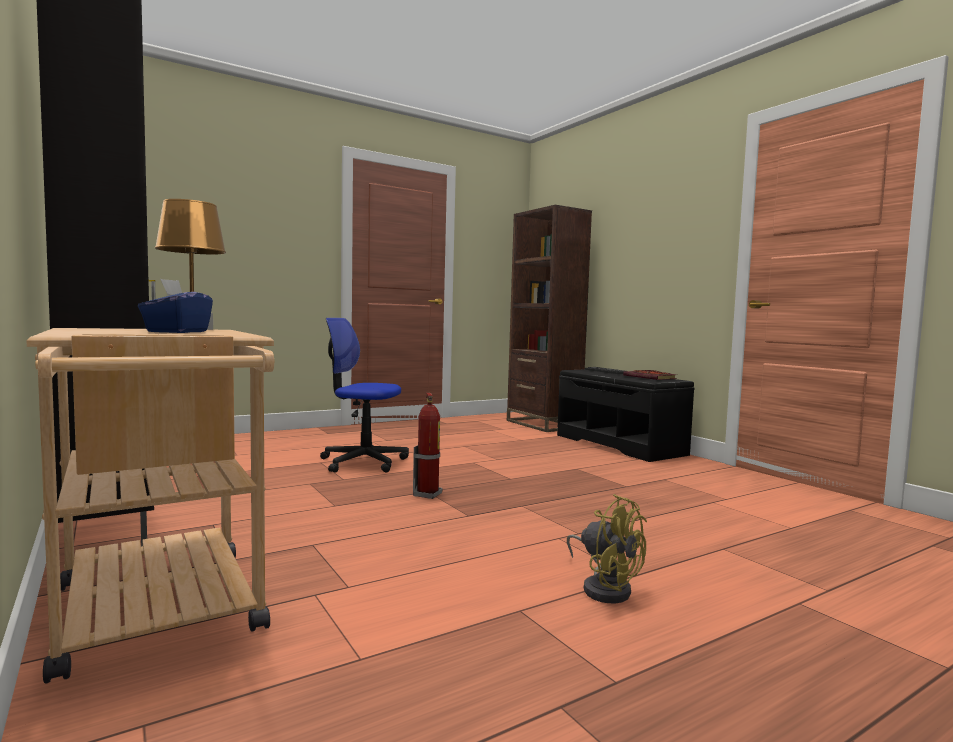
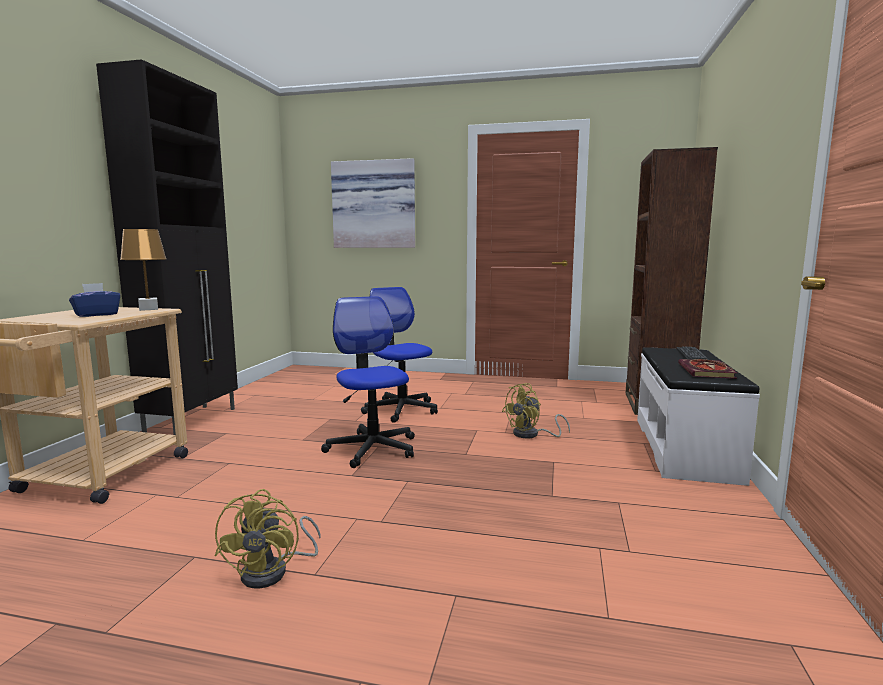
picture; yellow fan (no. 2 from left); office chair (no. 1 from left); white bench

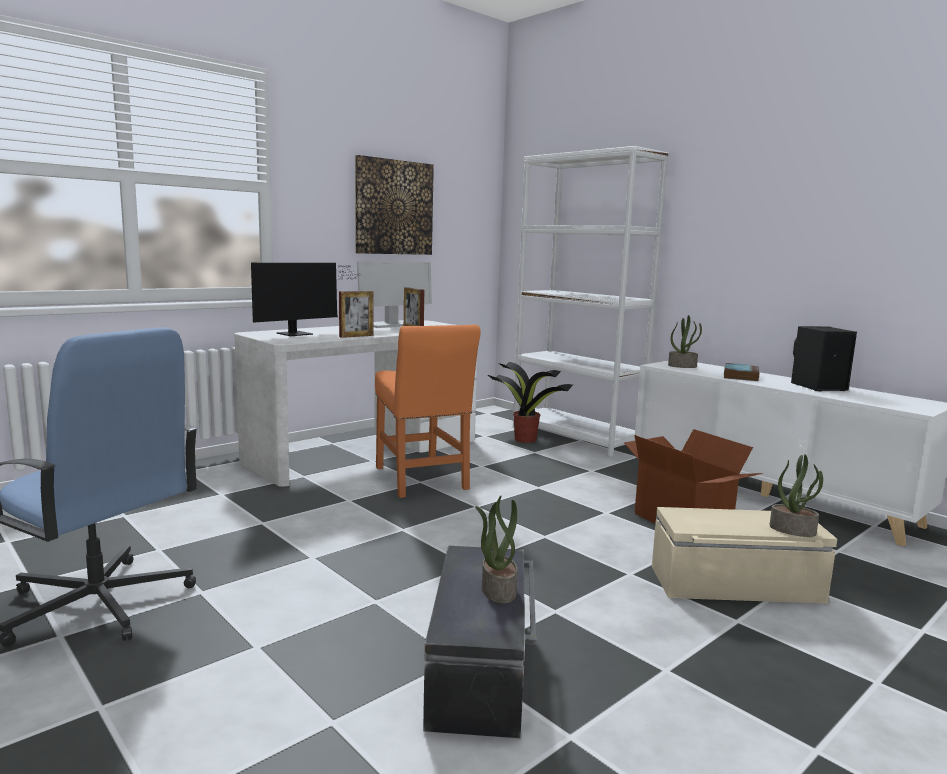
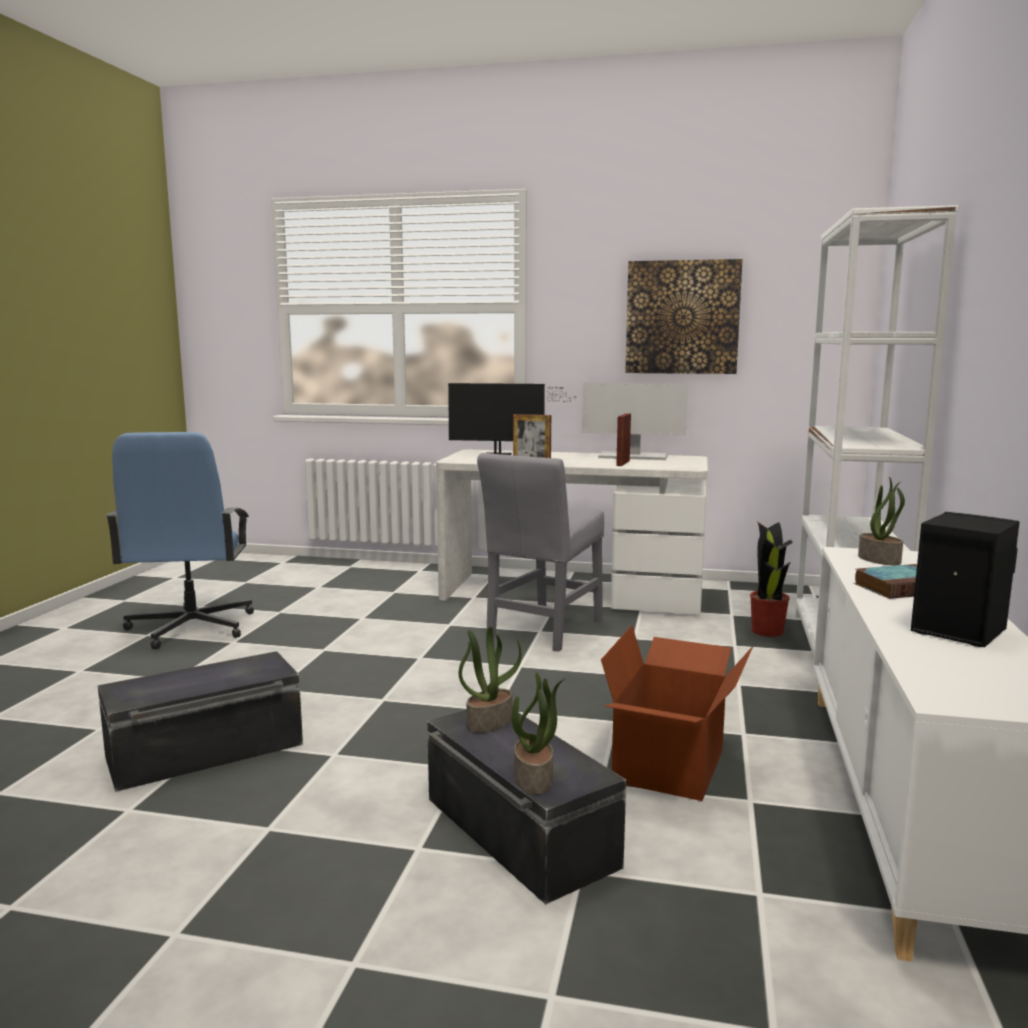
potted plant (no. 1 from left); grey chair; black storage box (no. 2 from left)

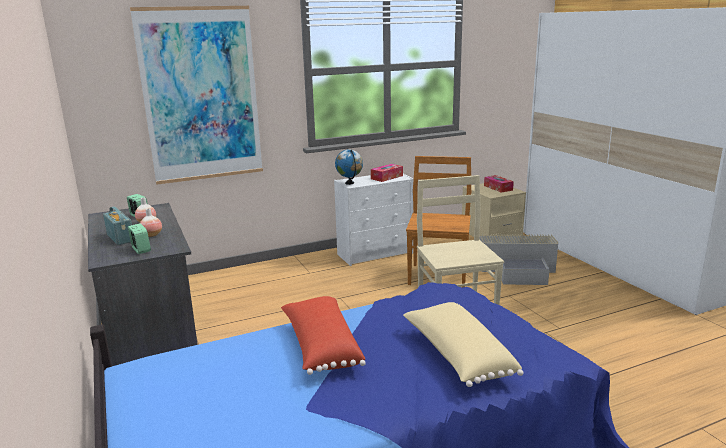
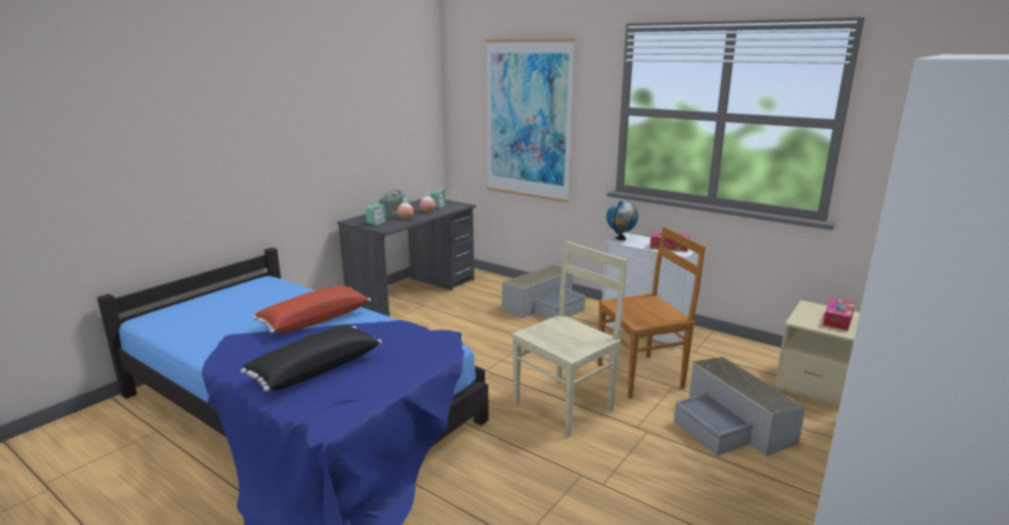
grey storage box (no. 1 from left); black pillow

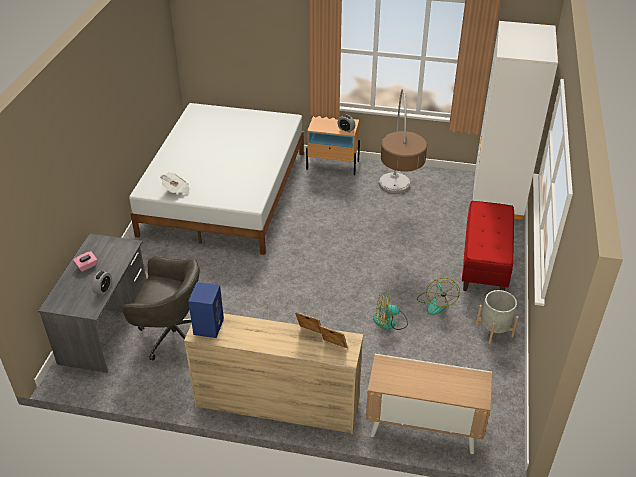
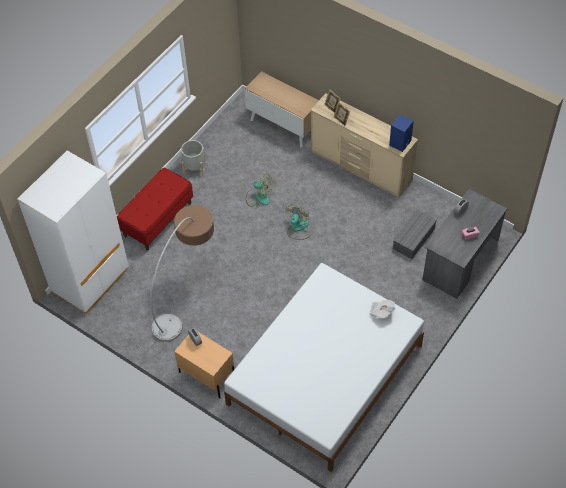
fan (no. 2 from left); grey storage box

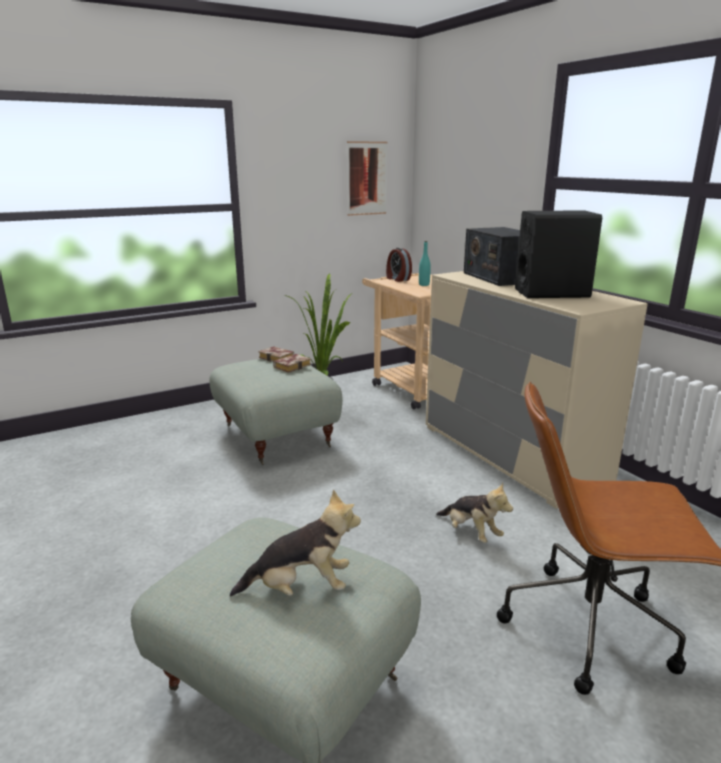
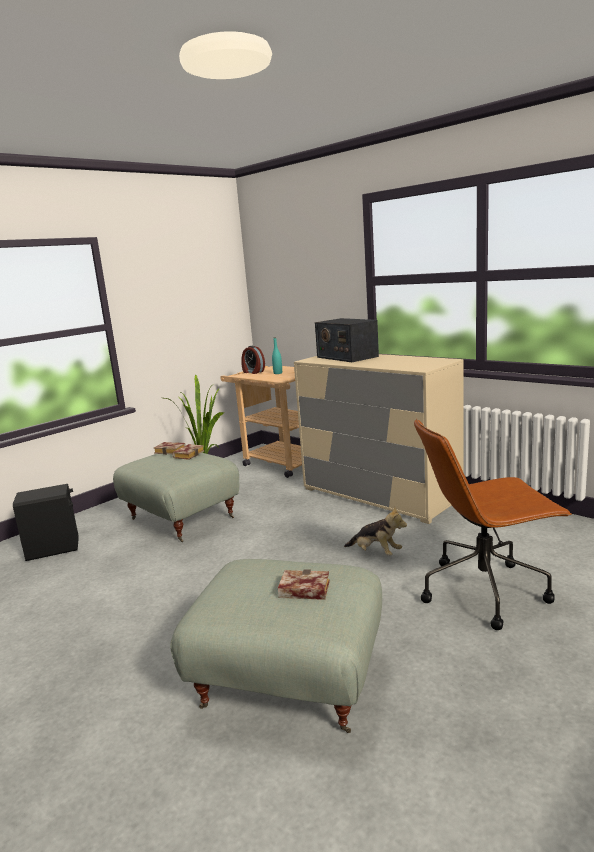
picture; black speaker; book (no. 3 from left)

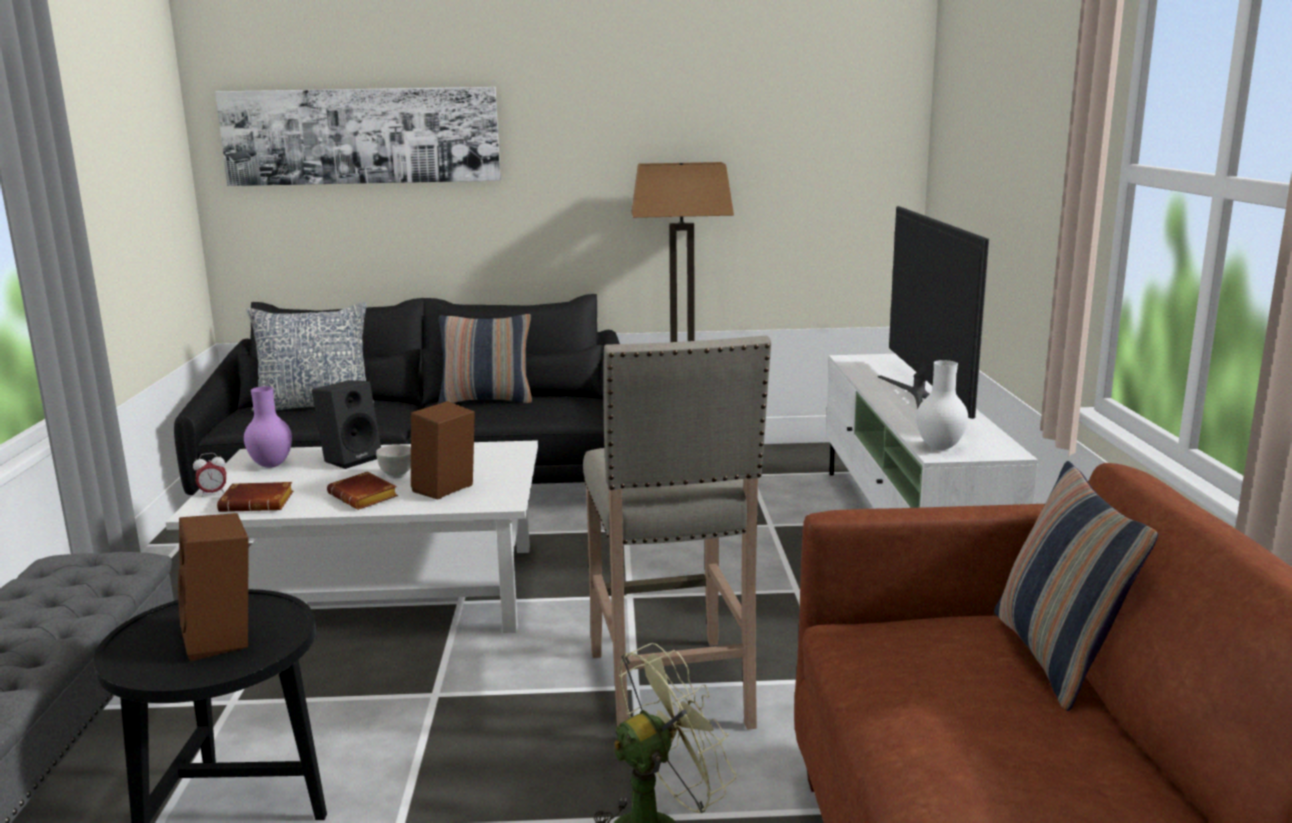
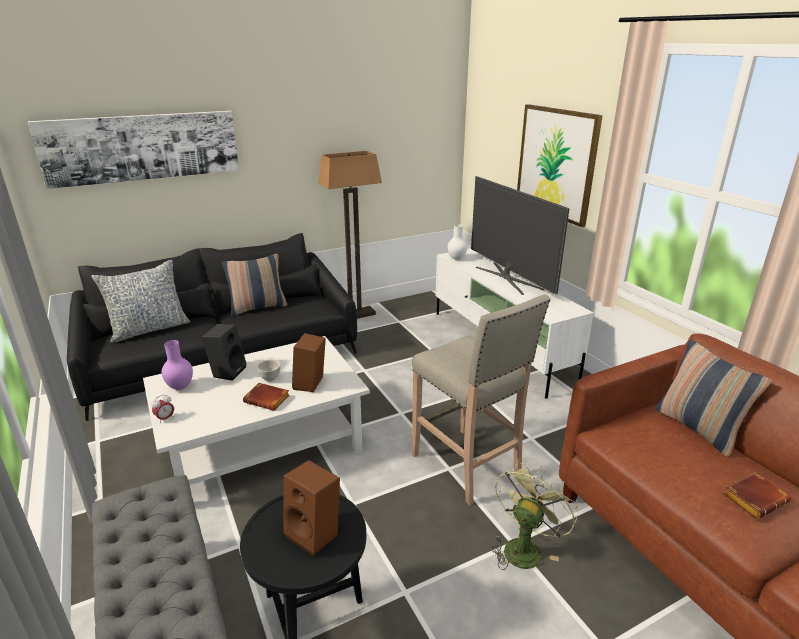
picture (no. 2 from left); brown book (no. 2 from left); white vase

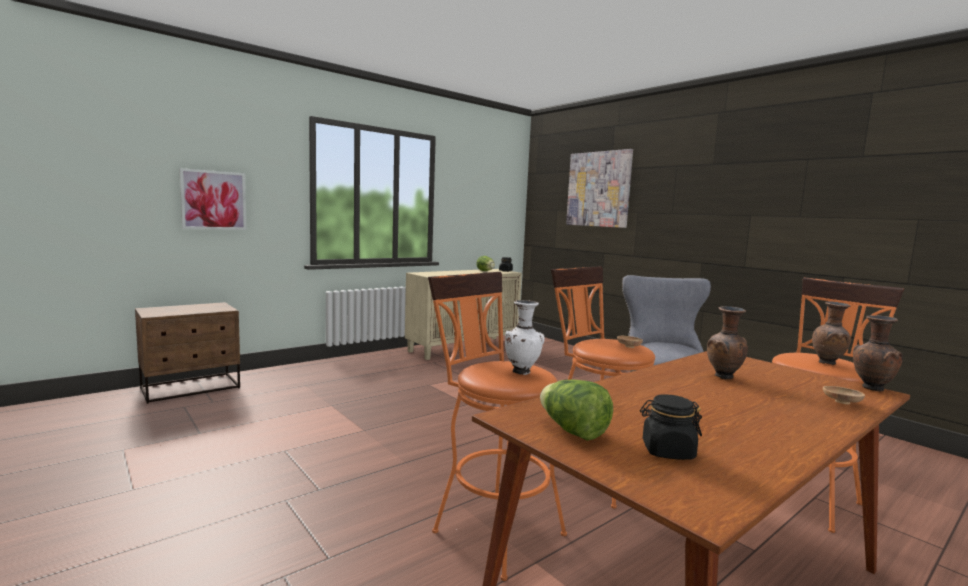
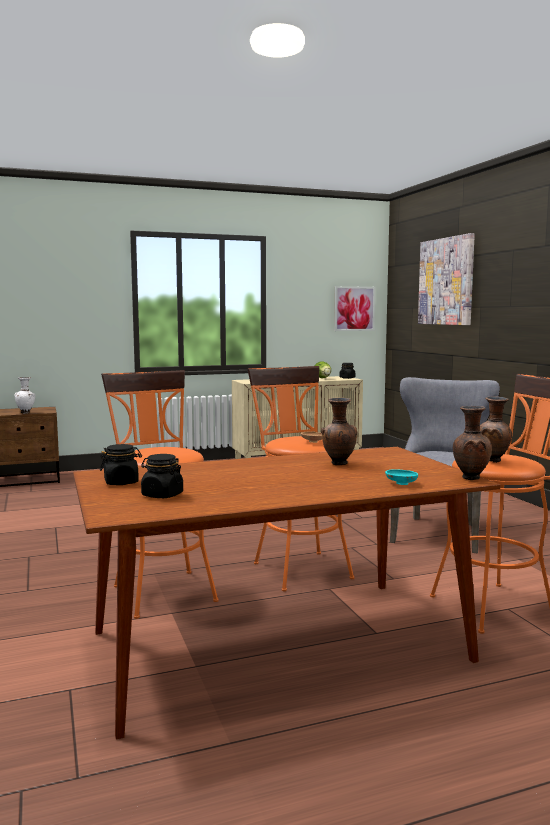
picture (no. 1 from left); white vase; black jar (no. 1 from left); turquoise bowl

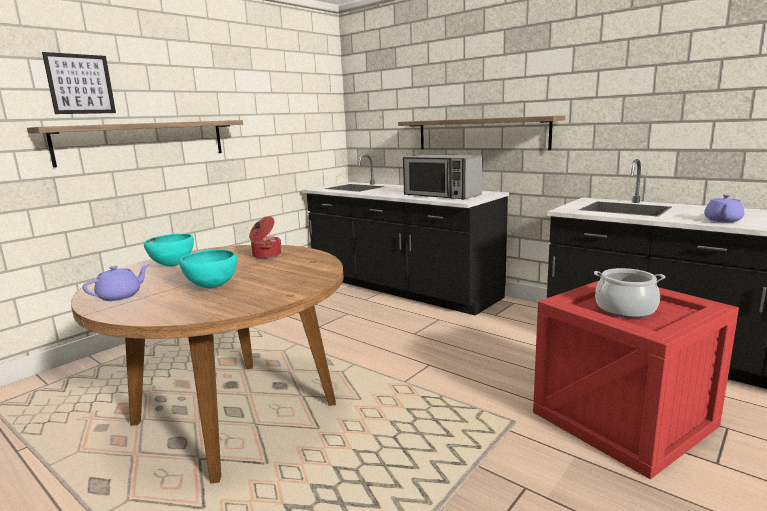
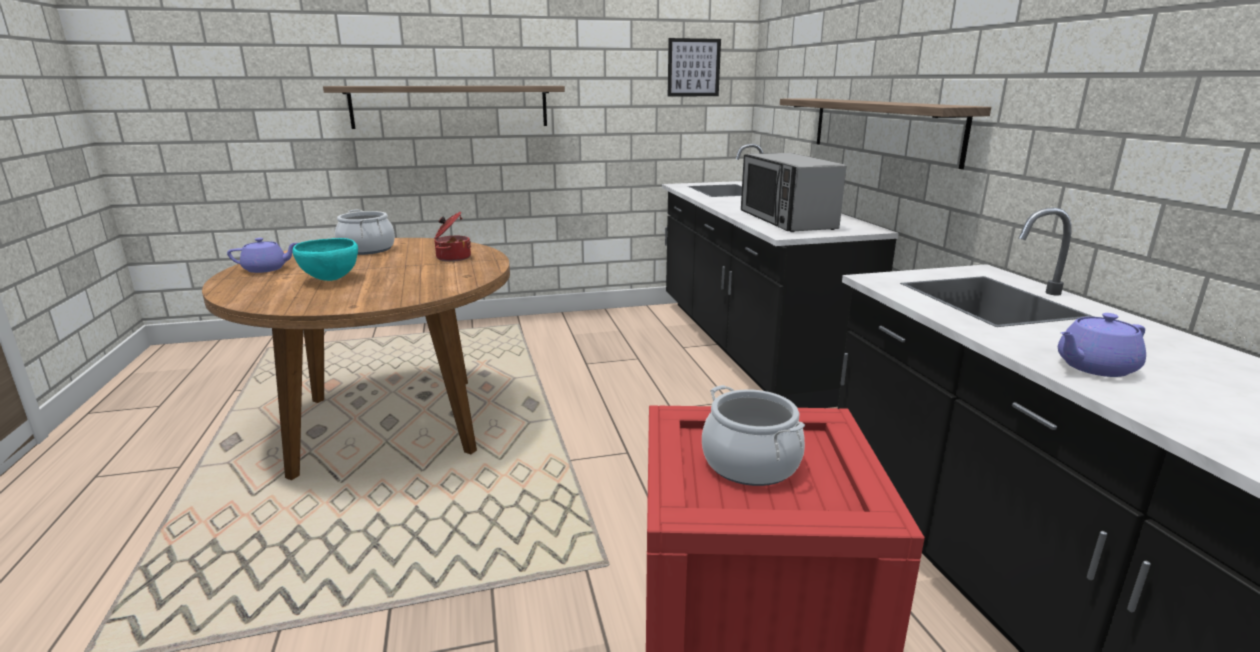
picture; cooking pot (no. 1 from left)

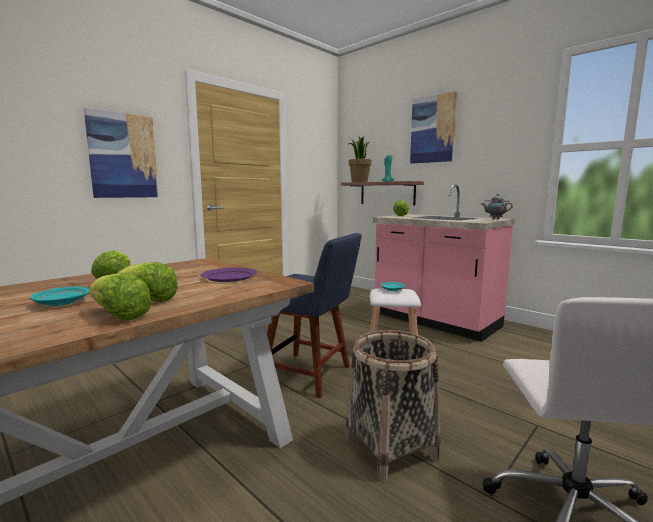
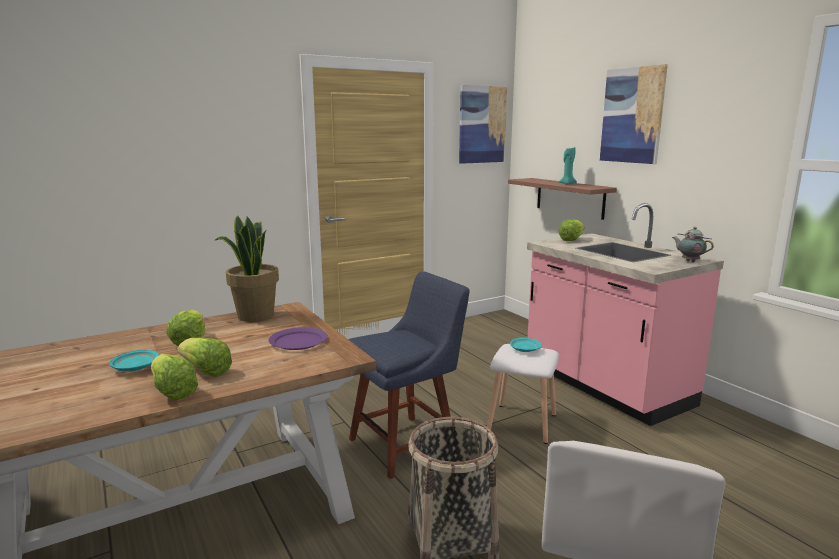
picture (no. 1 from left); potted plant; blue chair

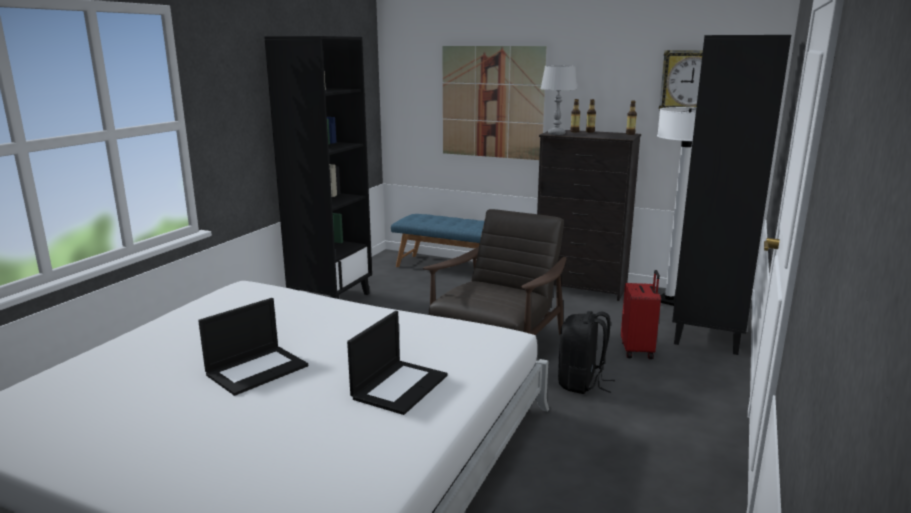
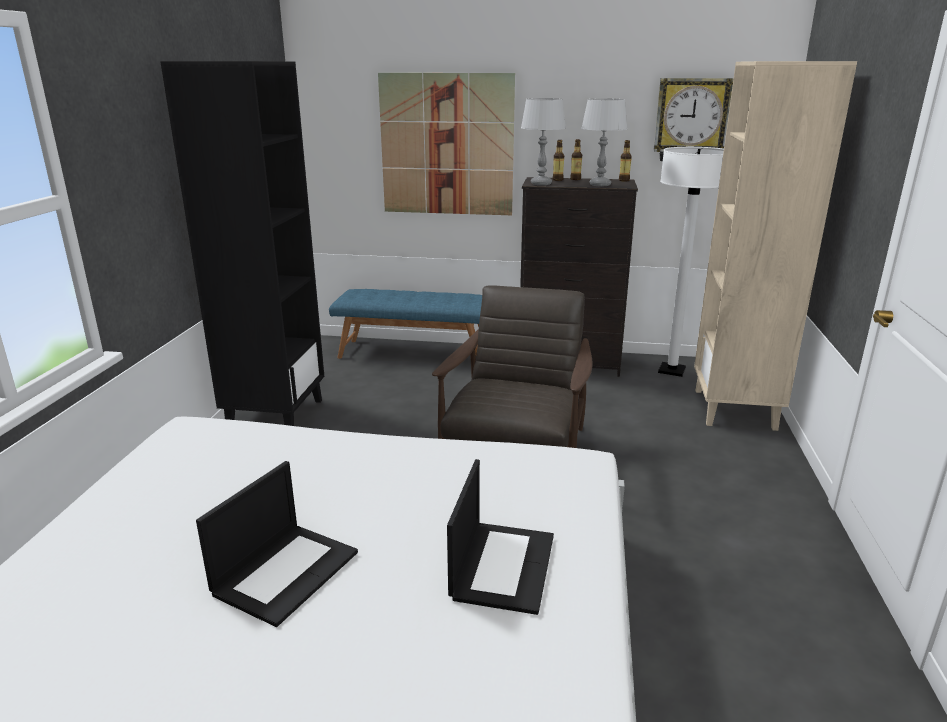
black backpack; red suitcase; grey table lamp (no. 2 from left); beige bookcase

